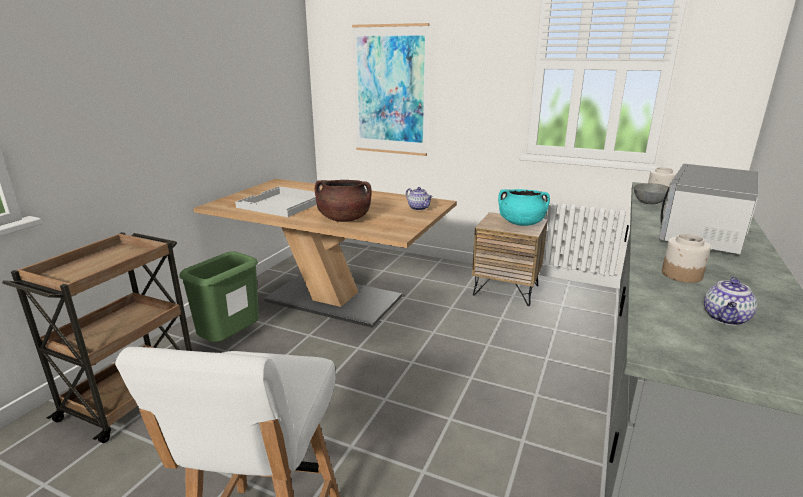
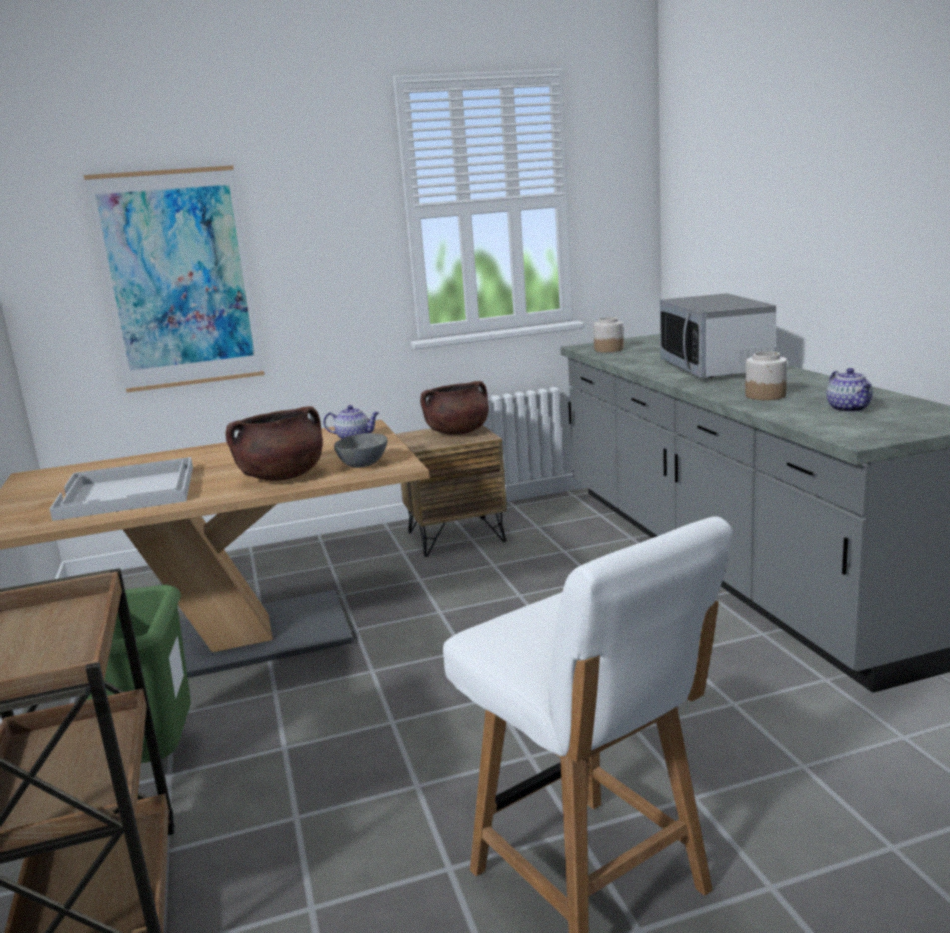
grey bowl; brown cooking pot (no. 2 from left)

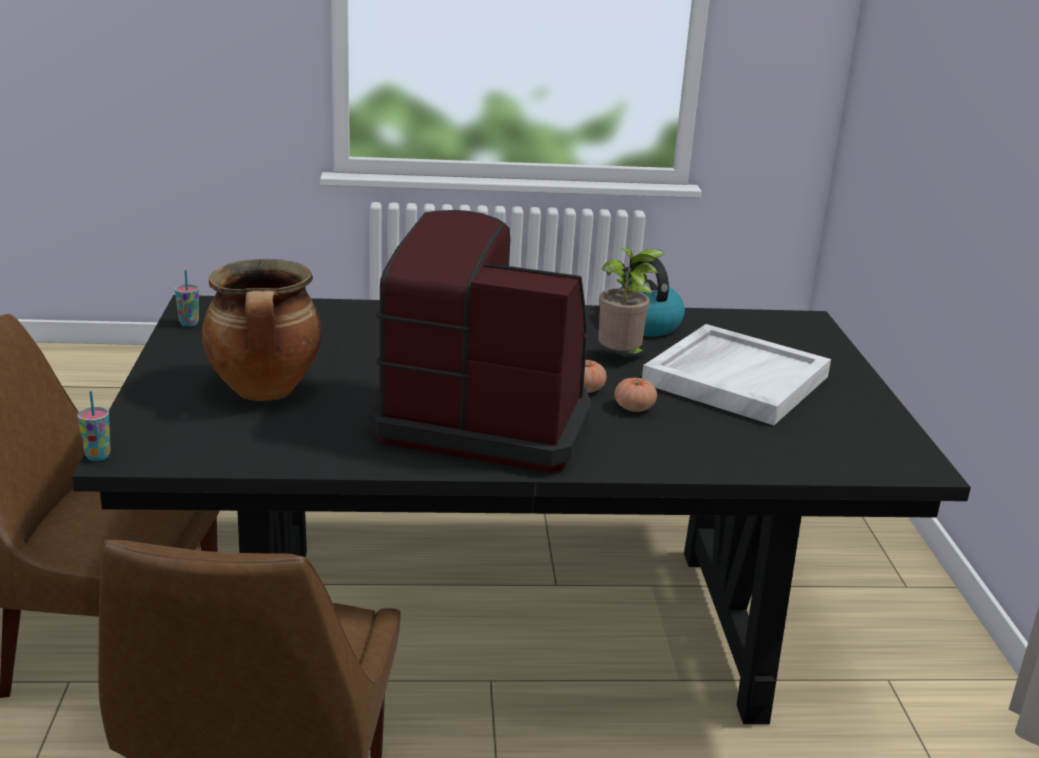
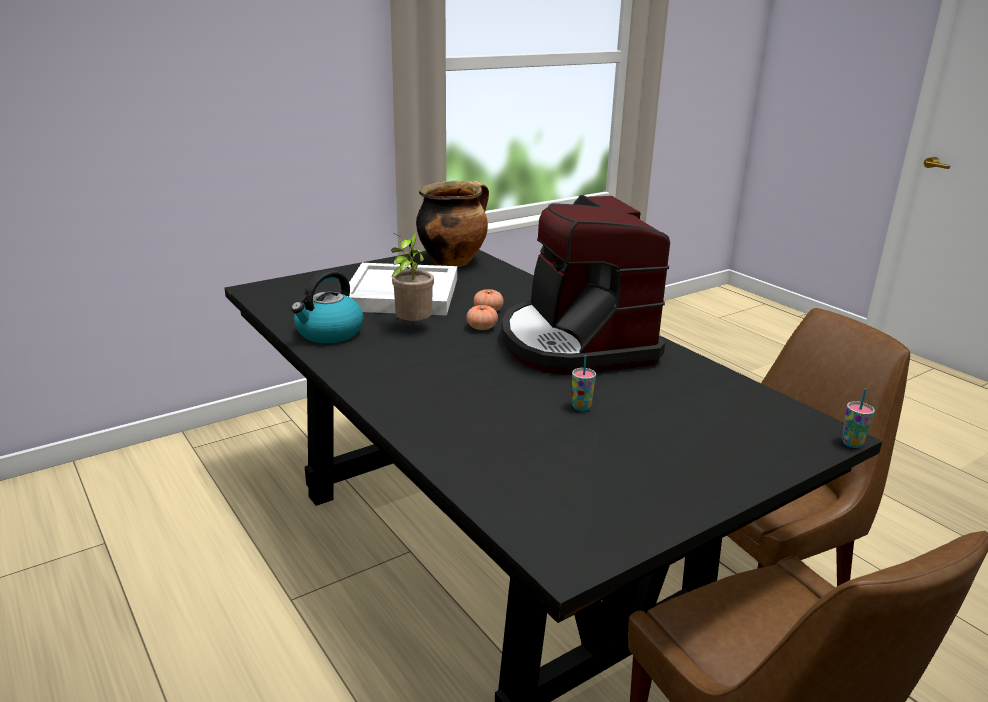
cup (no. 1 from left); cooking pot

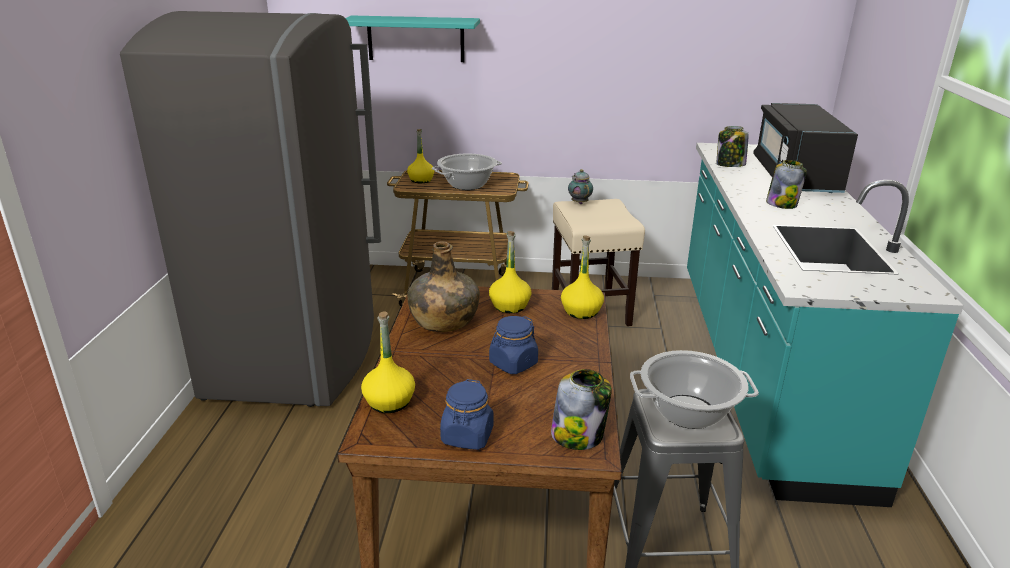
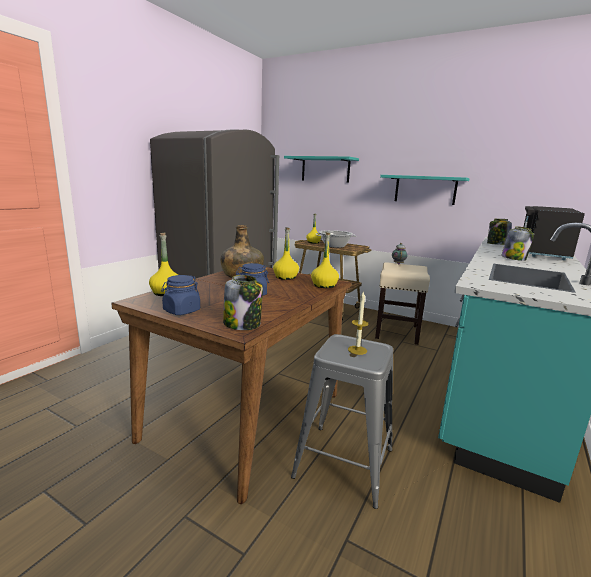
turquoise shelf (no. 2 from left); candle

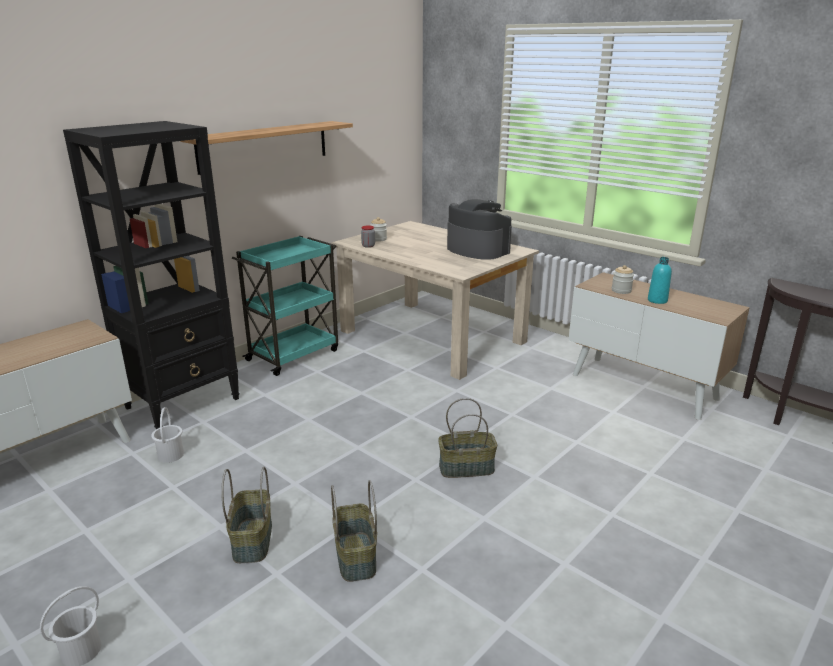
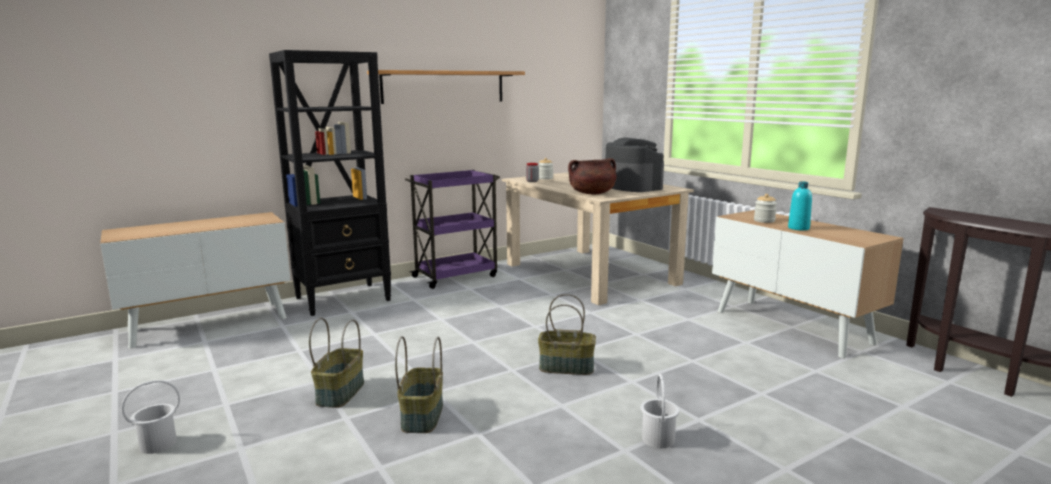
brown cooking pot; white bucket (no. 2 from left); purple cart

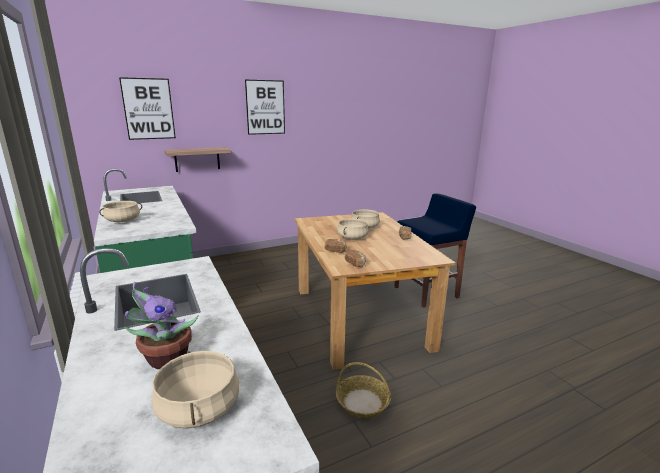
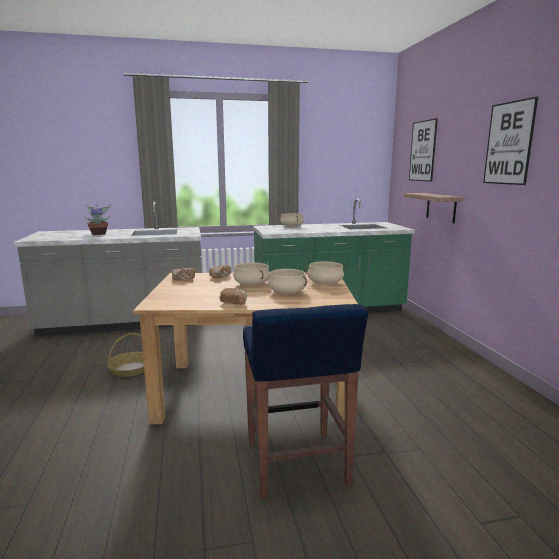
beige cooking pot (no. 4 from left)

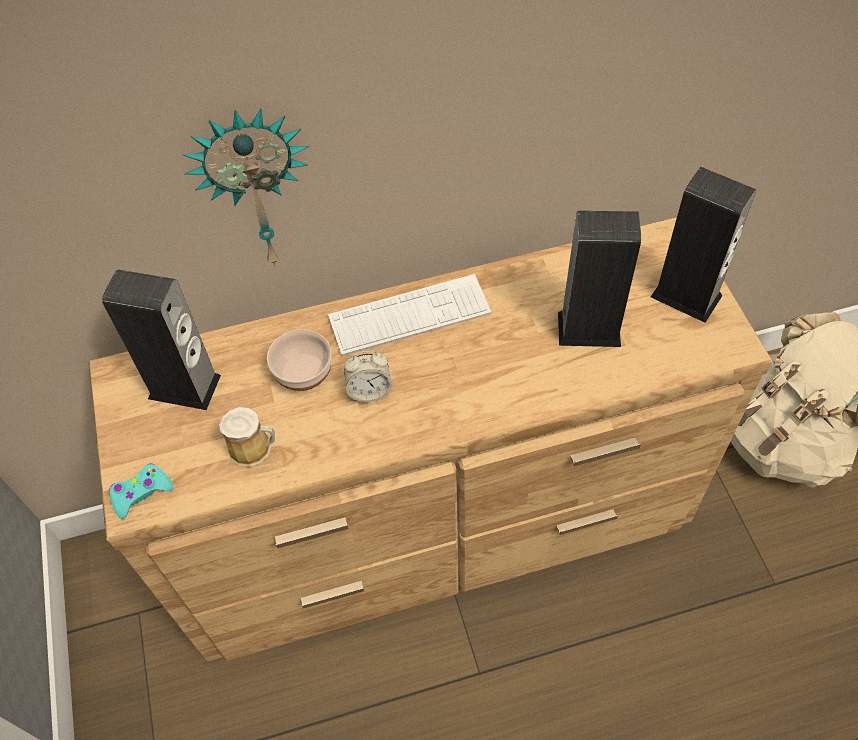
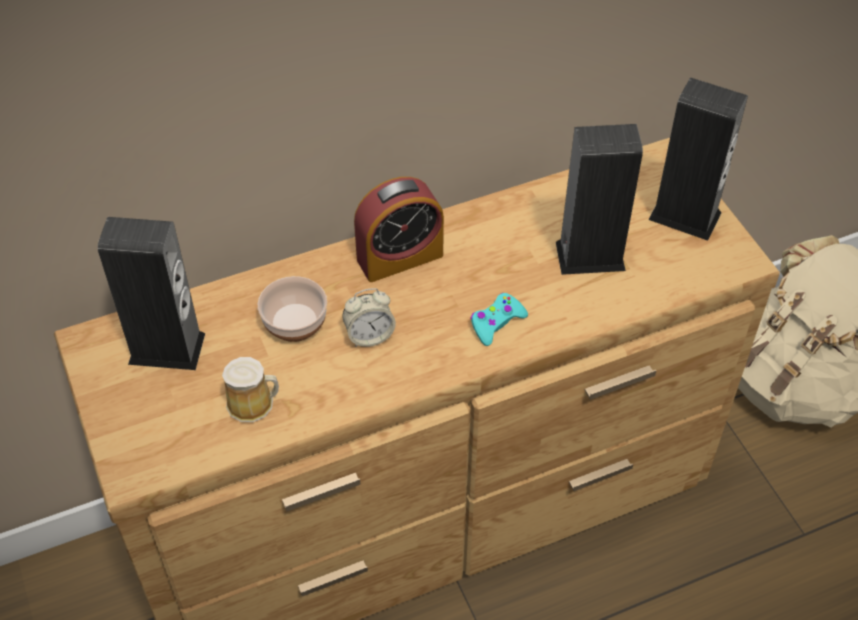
wall clock; turquoise game controller; alarm clock (no. 2 from left)

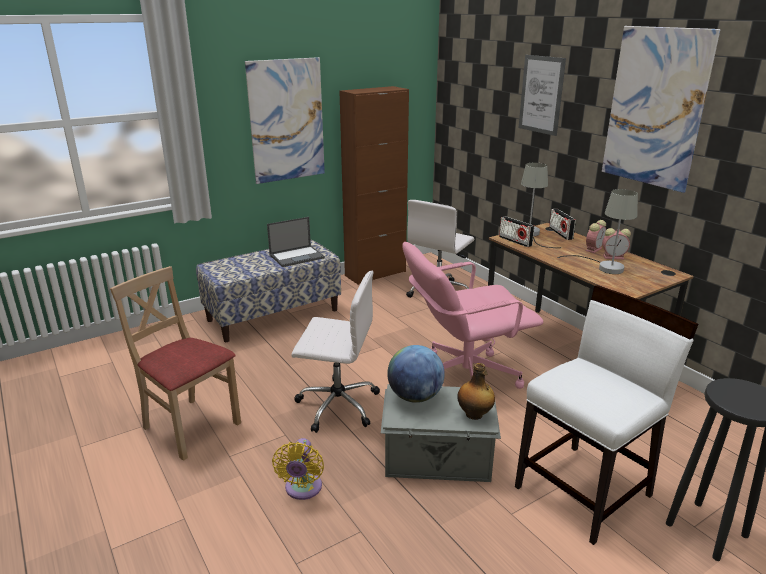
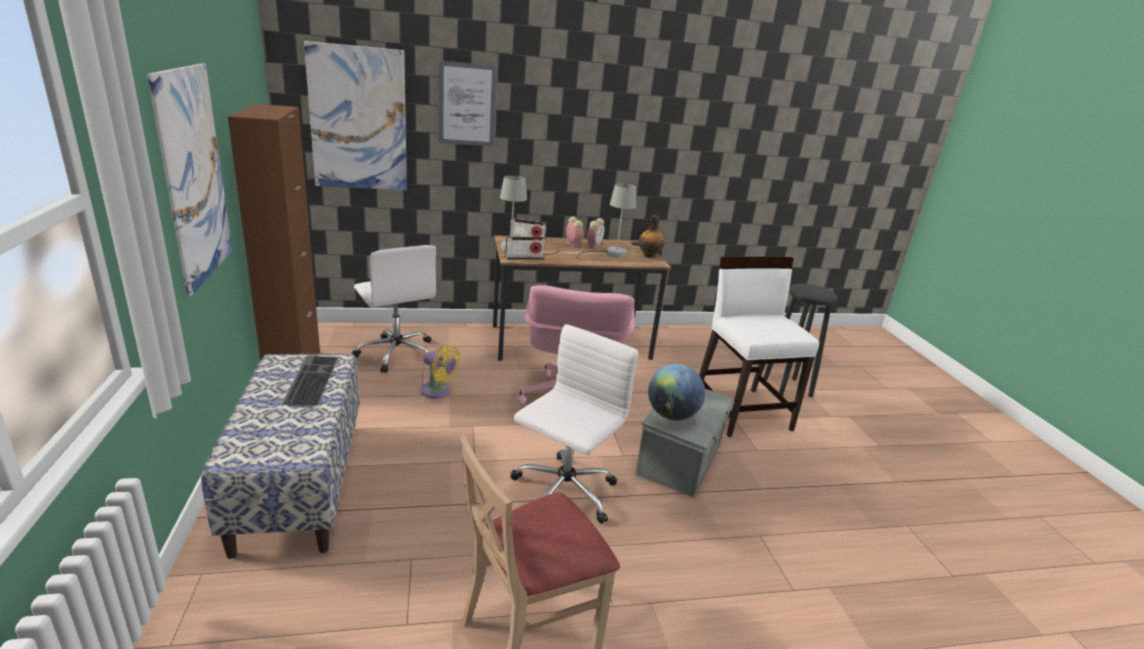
yellow fan; bottle; picture (no. 2 from left); keyboard

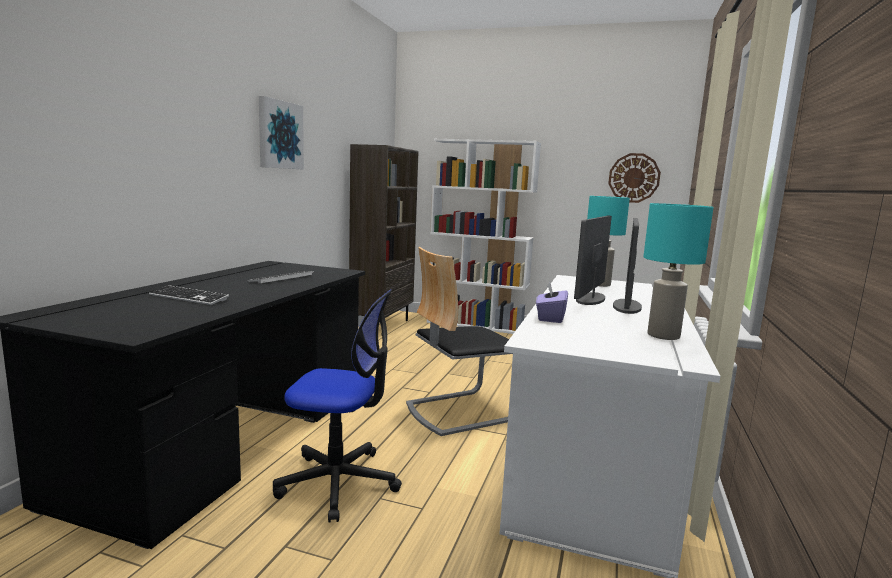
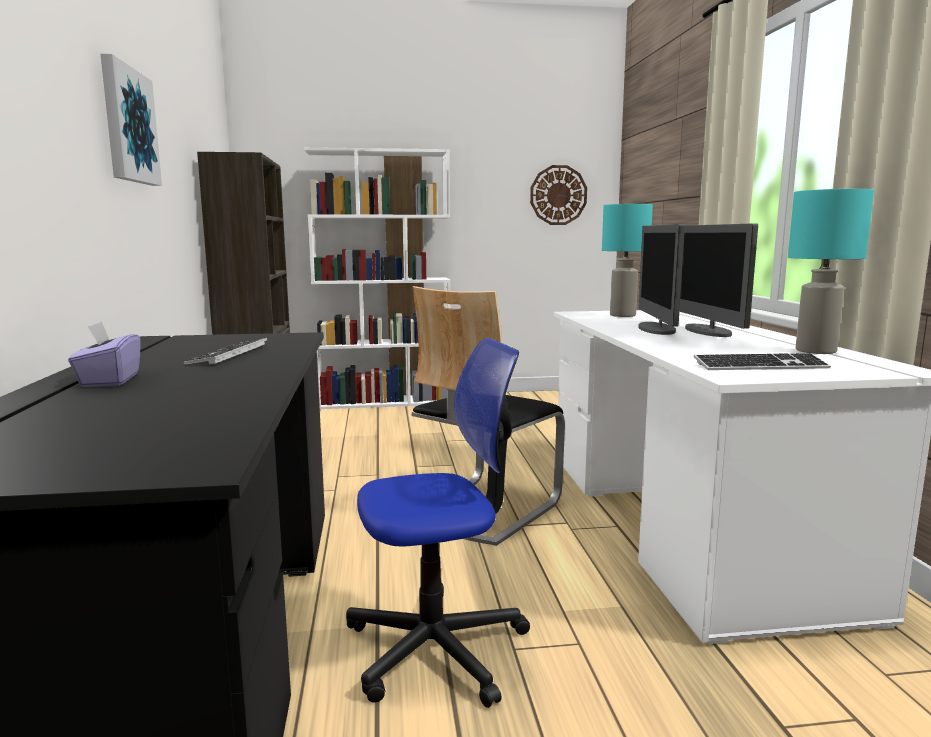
keyboard (no. 2 from left); purple tissue box

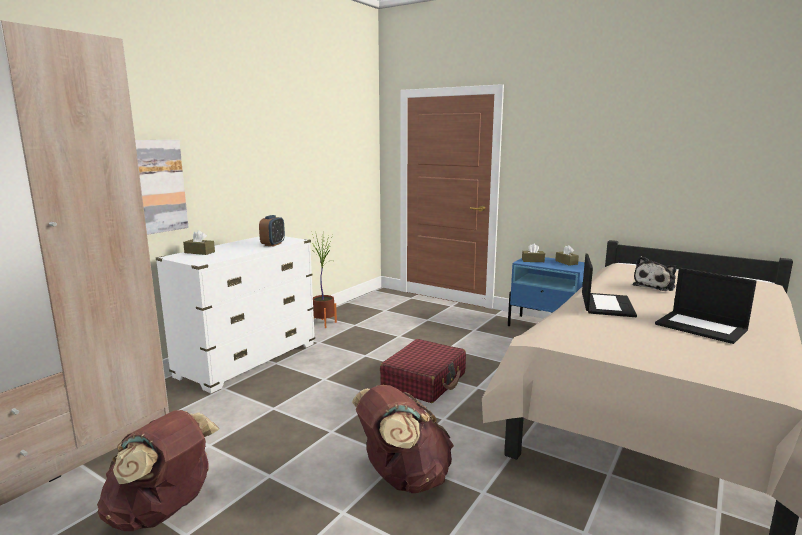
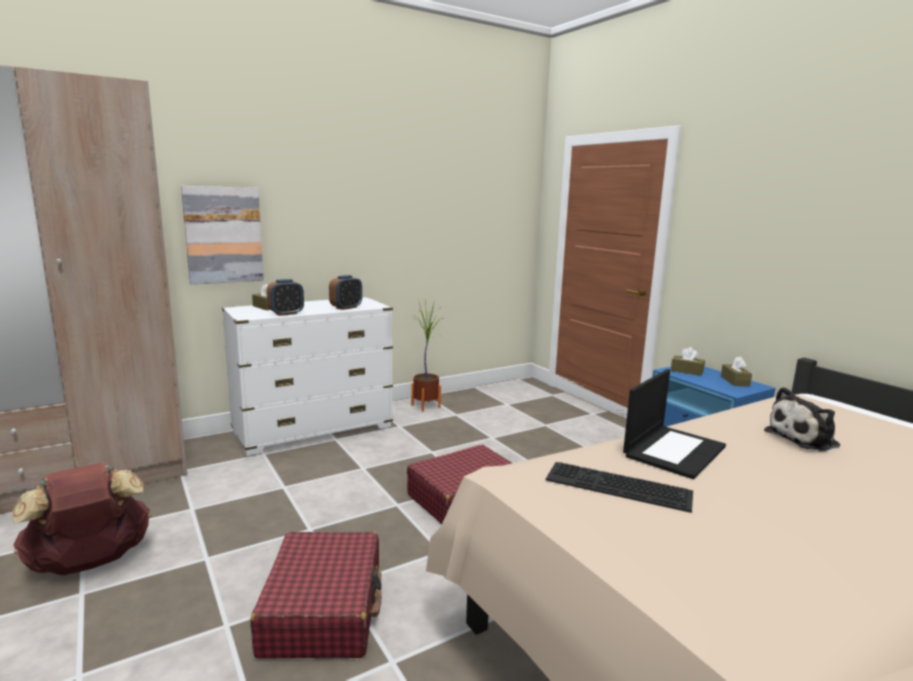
laptop (no. 2 from left in the first image); alarm clock (no. 1 from left); keyboard; red suitcase (no. 1 from left)

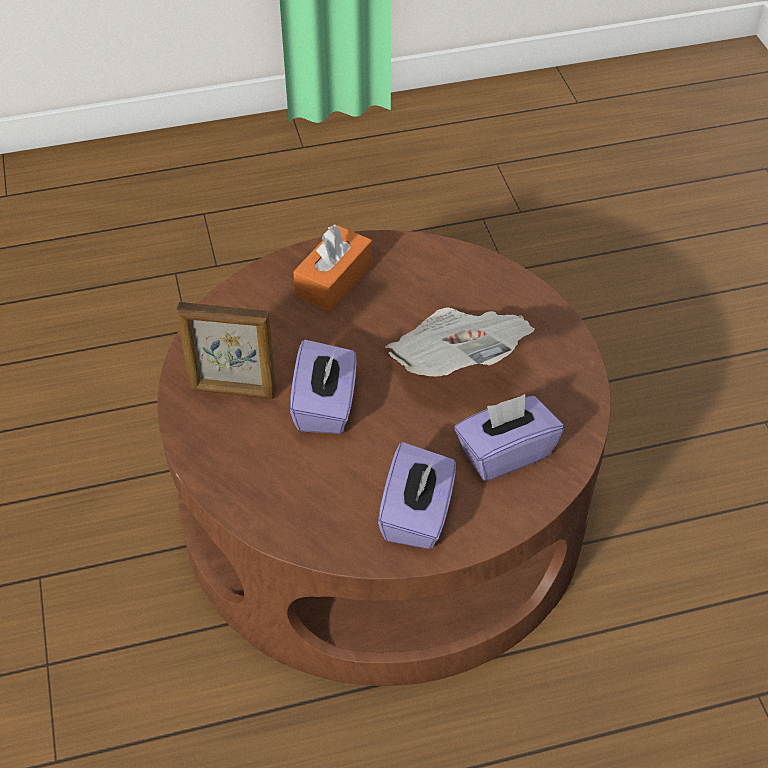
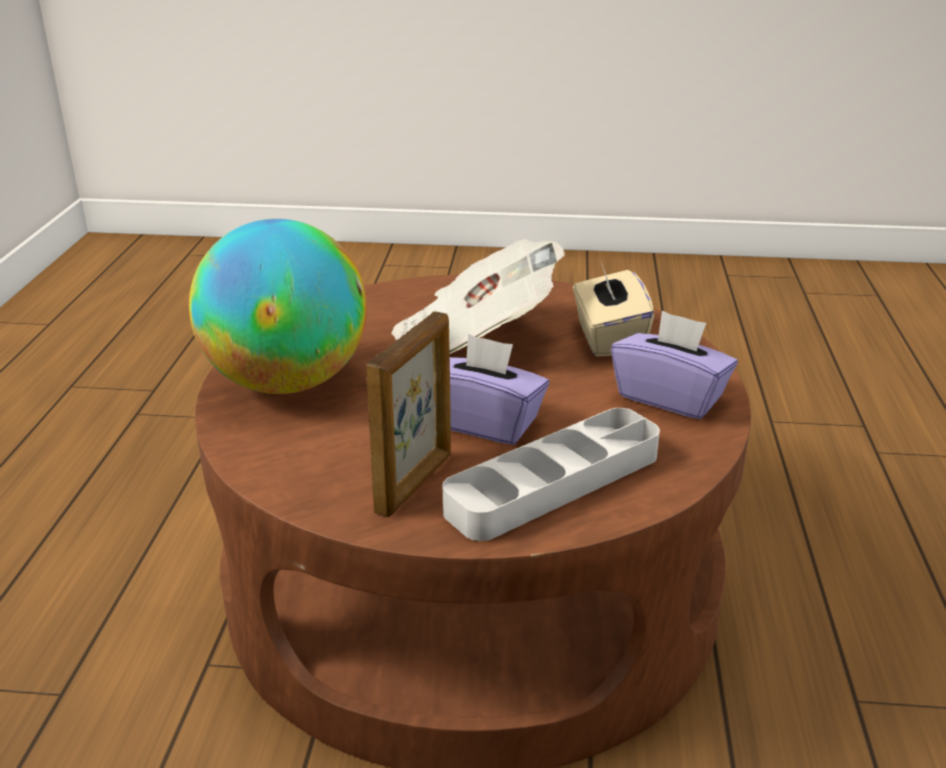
grey tray; globe; beige tissue box

